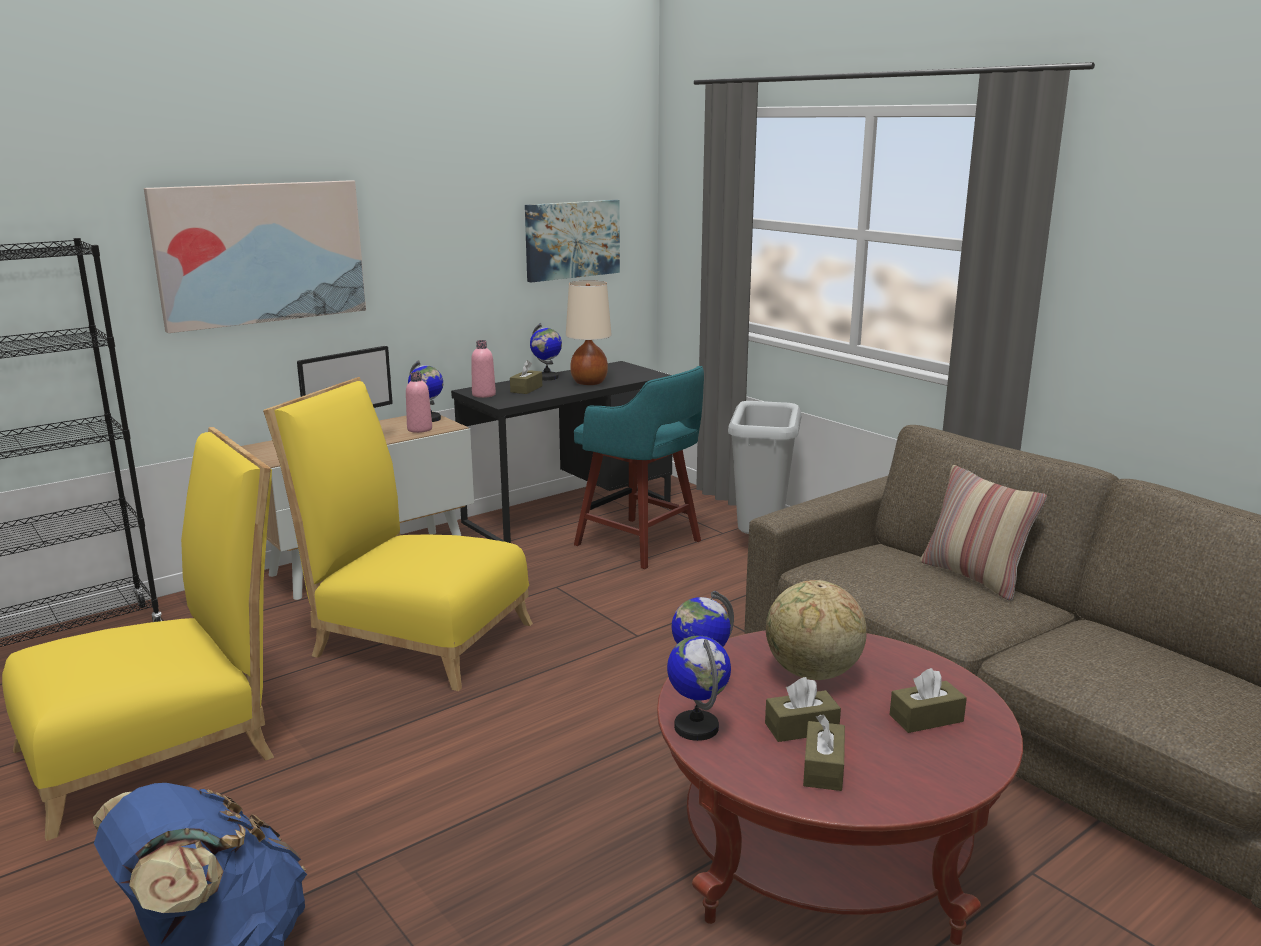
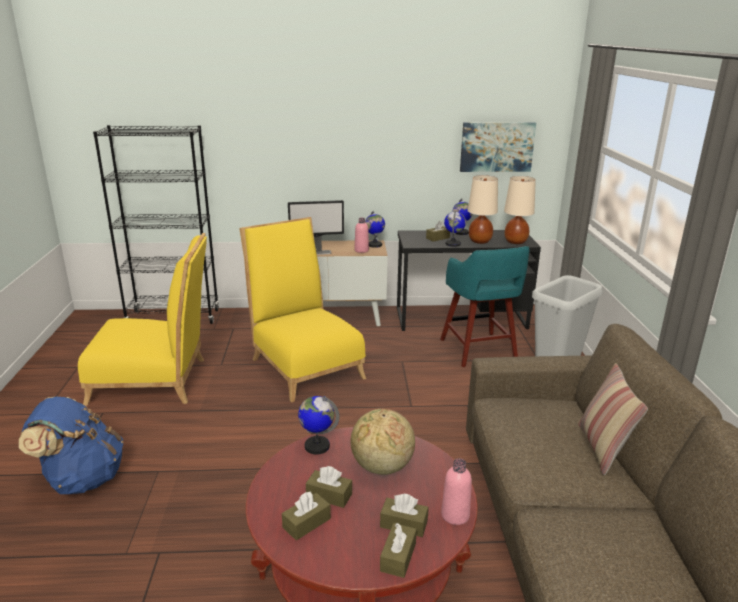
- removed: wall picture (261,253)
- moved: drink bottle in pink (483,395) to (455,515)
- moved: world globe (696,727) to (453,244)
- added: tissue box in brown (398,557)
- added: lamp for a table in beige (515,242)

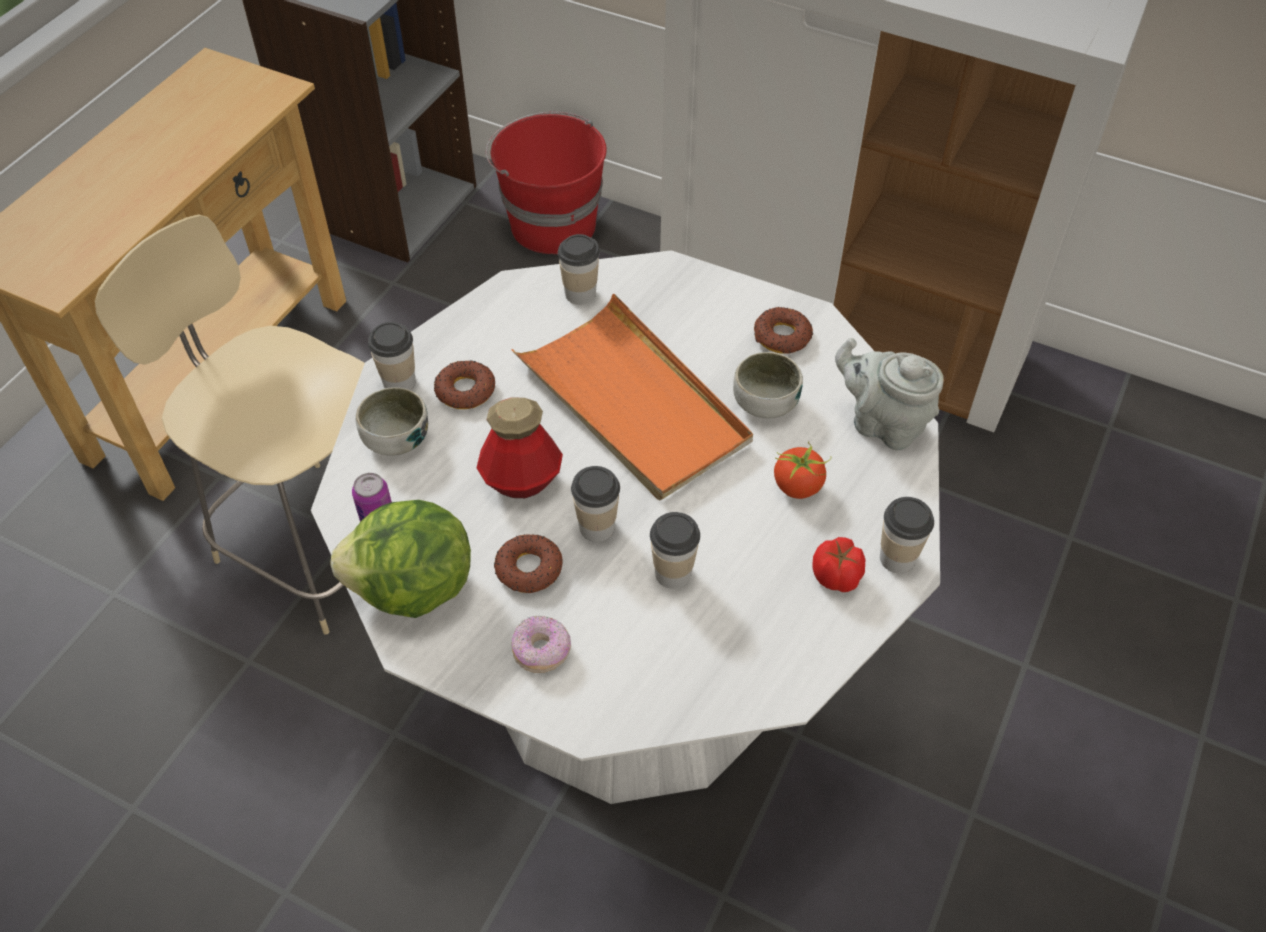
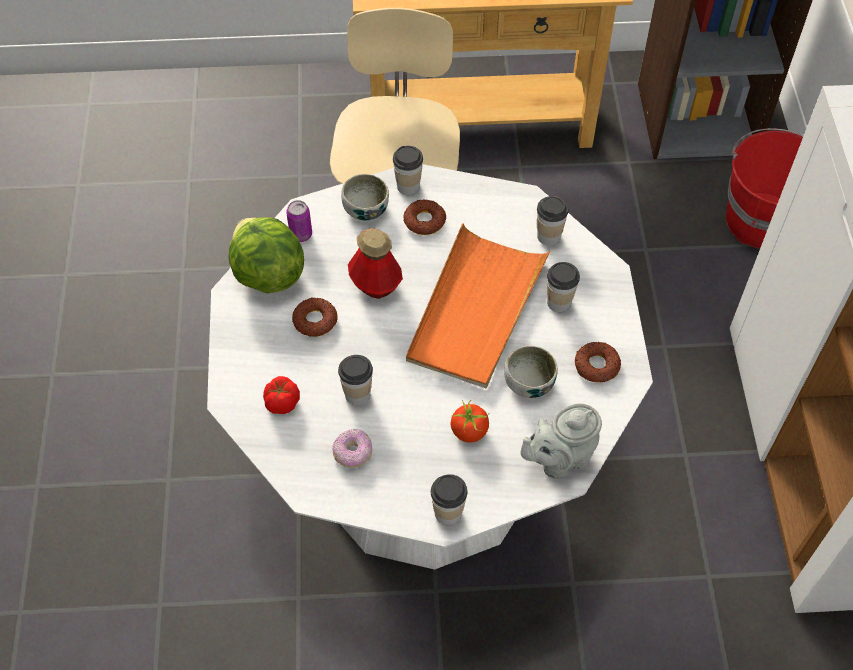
- moved: donut (541,651) to (353,453)
- moved: drinking cup (597,527) to (559,302)
- moved: whole tomato (837,577) to (281,403)
- turned: tea pot in greyish (882,424) = (559,459) 120 degrees counterclockwise

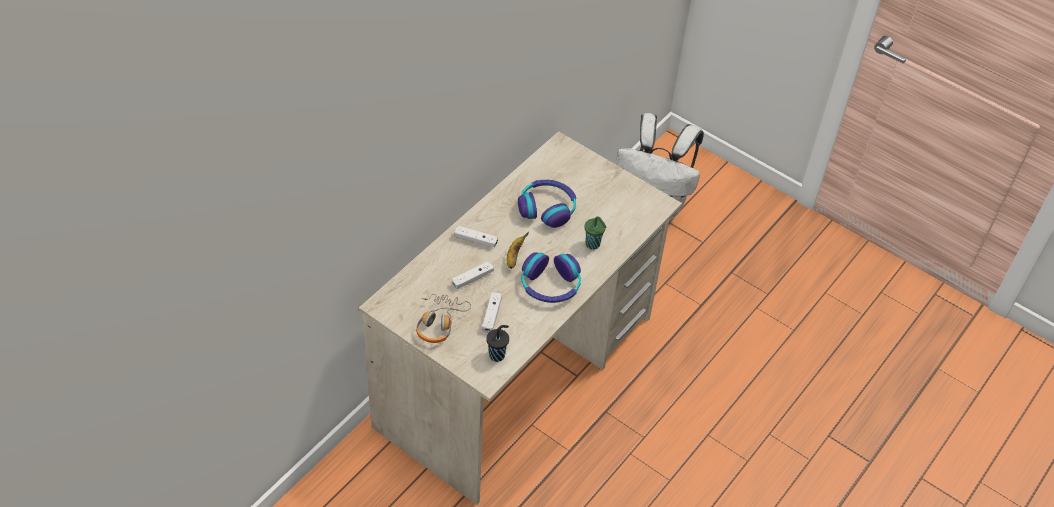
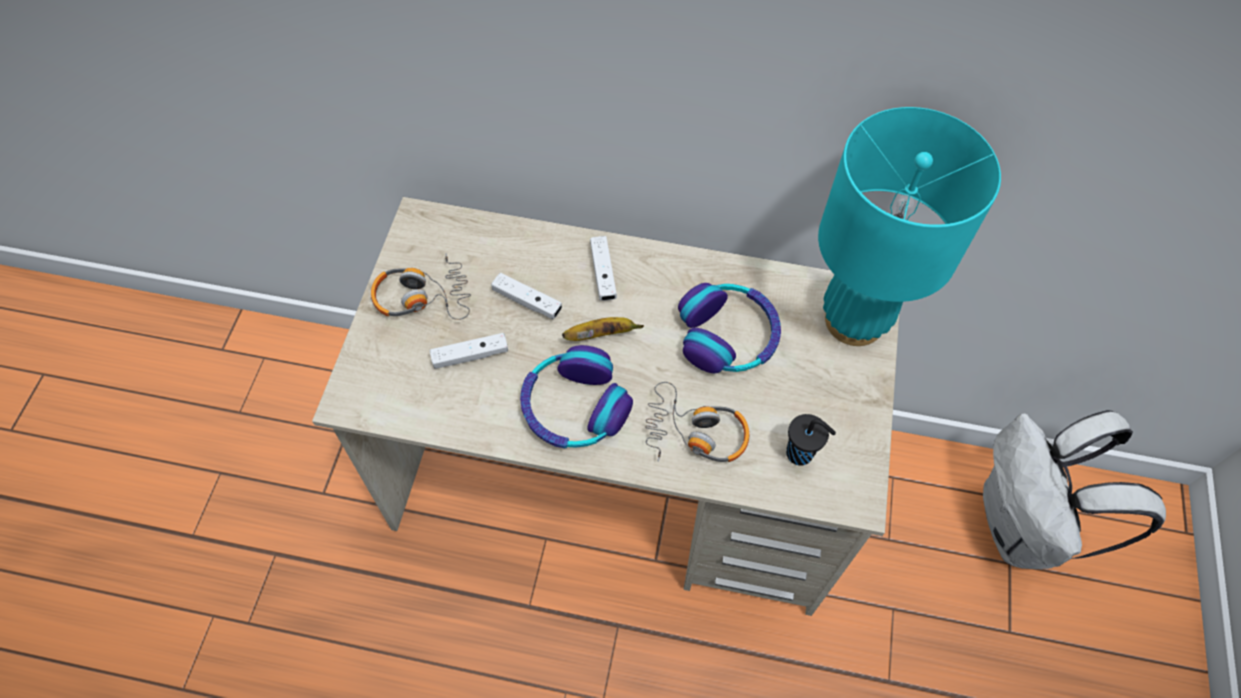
- moved: drinking cup in blackish (497,355) to (801,454)
- replaced: drinking cup in greenish (593,245) to headphones (695,433)
- added: lamp for a table in blue-green (853,321)

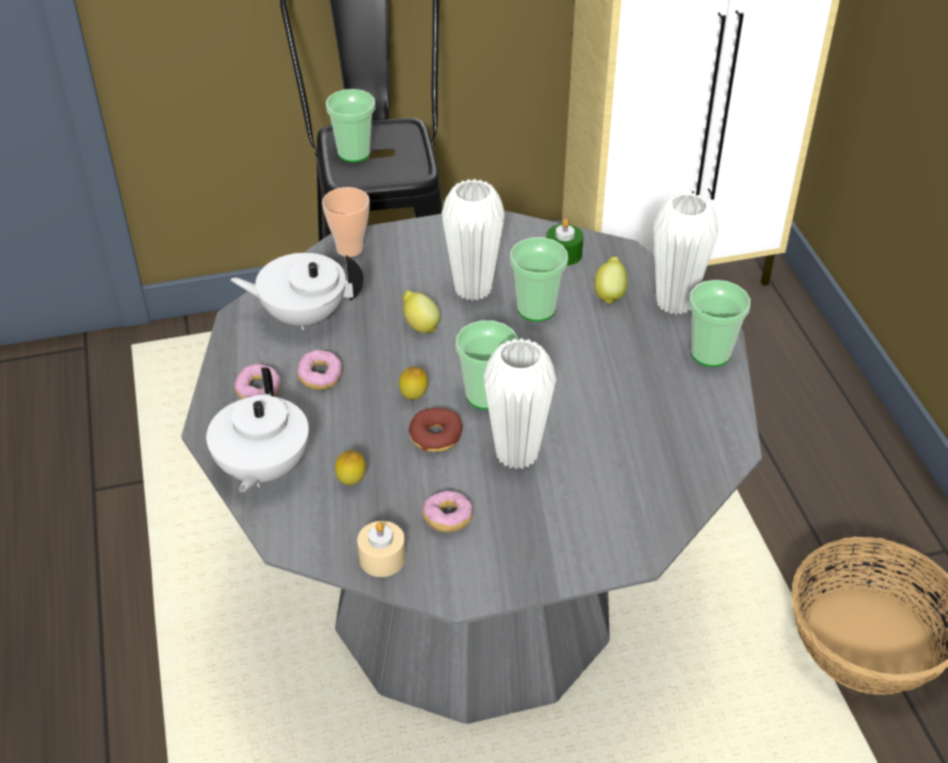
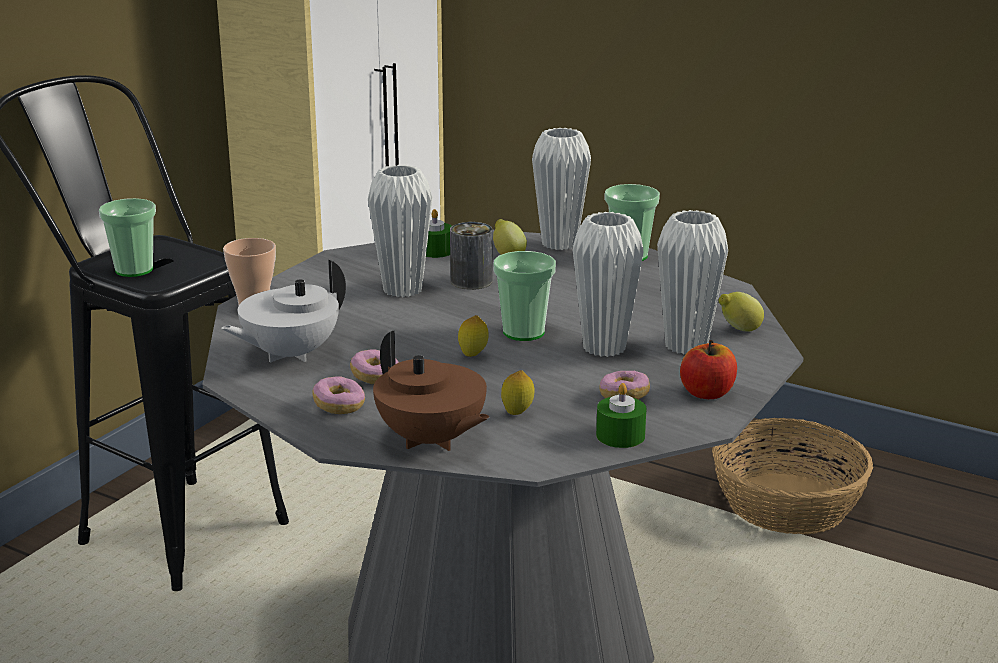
- recoloured: tea pot in white-coloured (262,468) to tea pot in brown (431,440)
- recoloured: wax light in beige (382,558) to wax light in greenish (620,435)
- moved: lemon (420,326) to (739,330)
- removed: donut (435,436)
- replaced: drinking cup (536,309) to sealed can (471,281)
- added: flower vase in white-coloured (686,346)
- added: apple fruit (707,393)

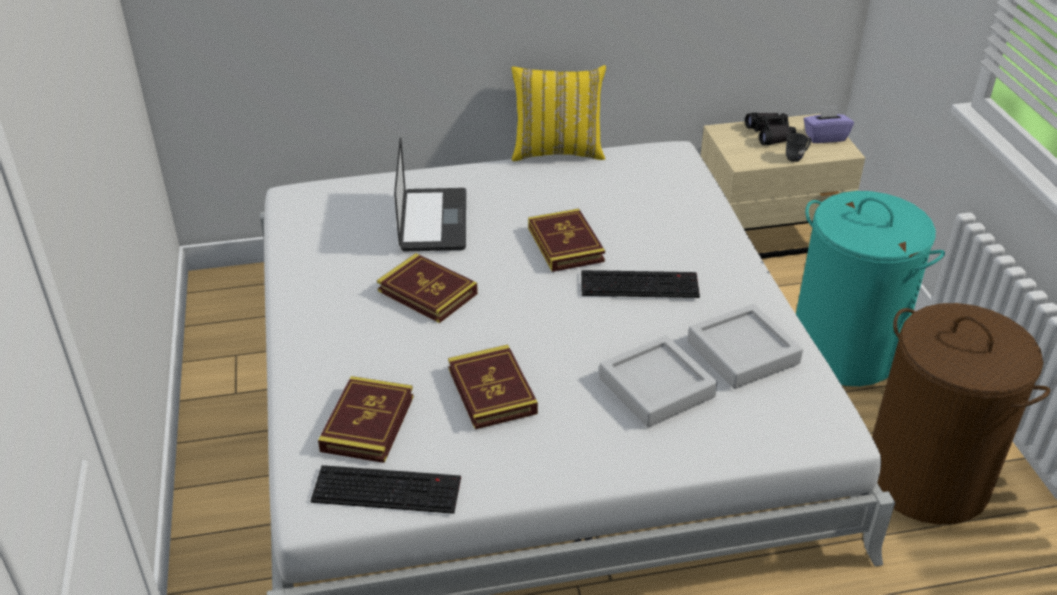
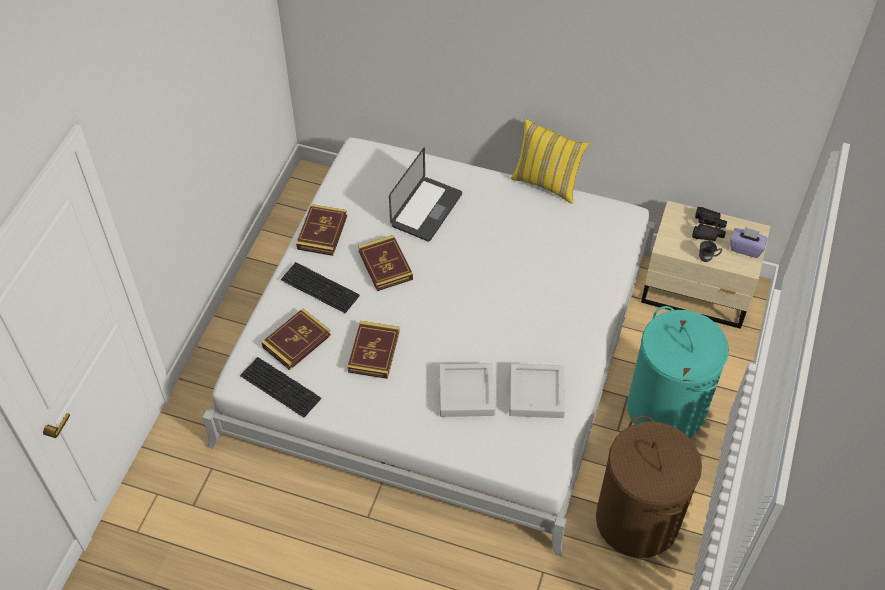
- moved: book (565,244) to (322,232)
- moved: keyboard (640,284) to (321,287)

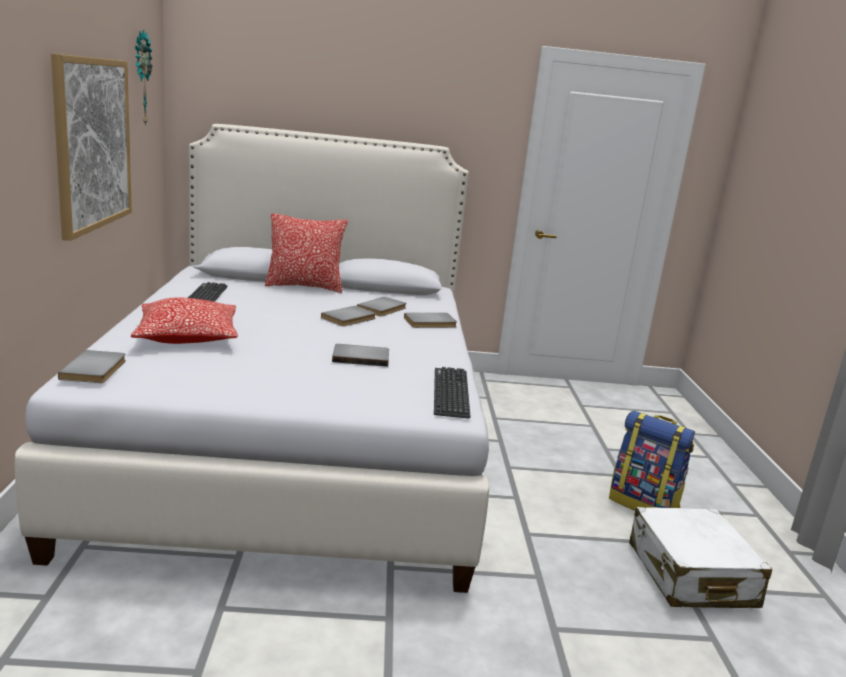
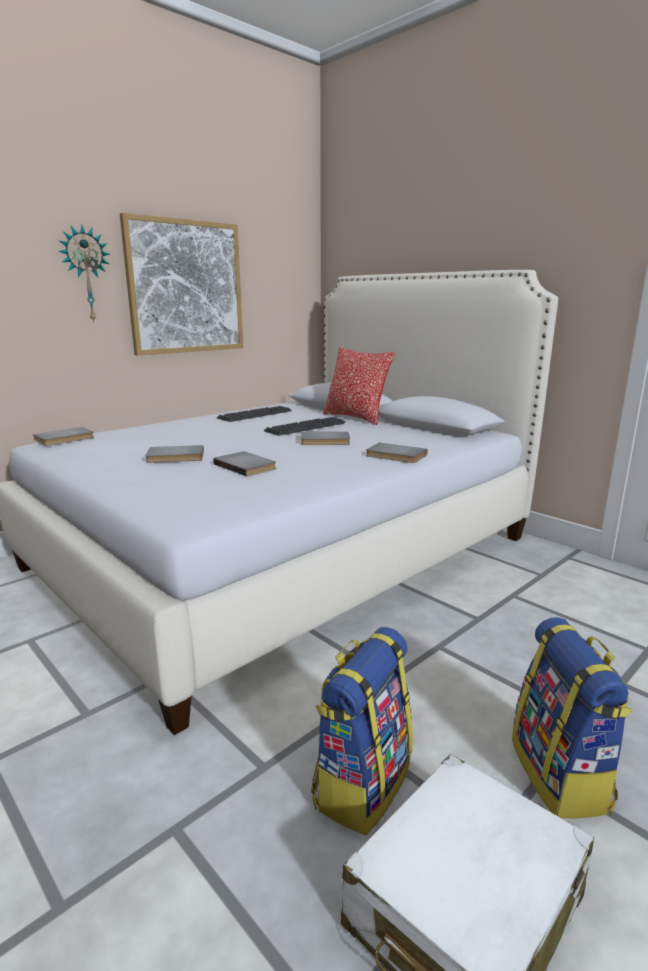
- removed: throw pillow (187,337)
- moved: wall clock (140,78) to (86,275)
- moved: book in greyish (383,309) to (175,457)
- moved: keyboard (451,393) to (305,427)
- added: rucksack (361,782)

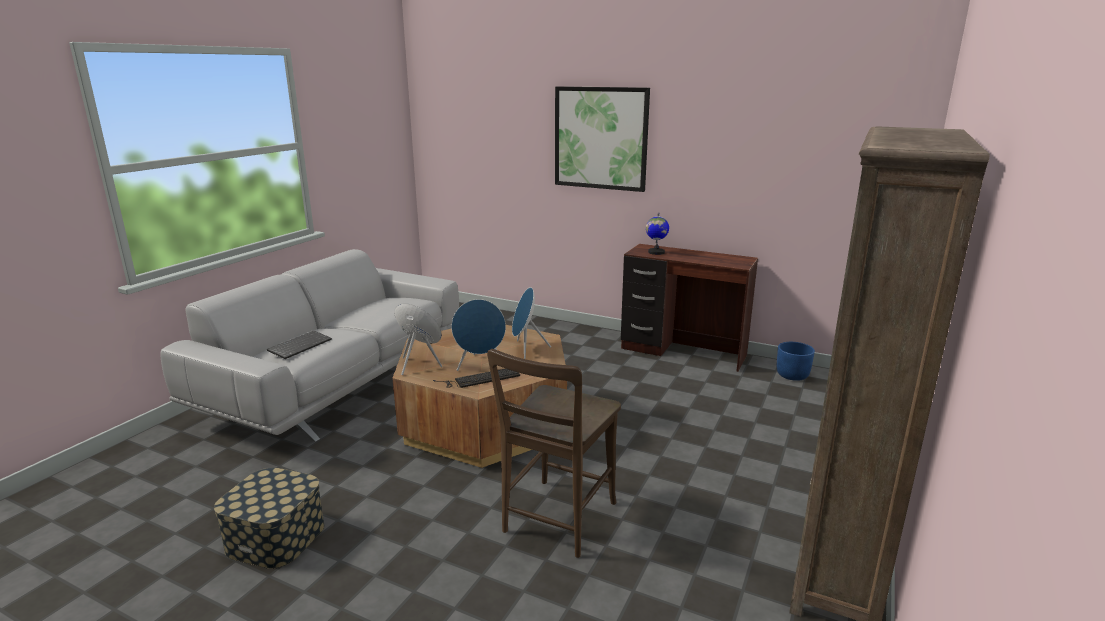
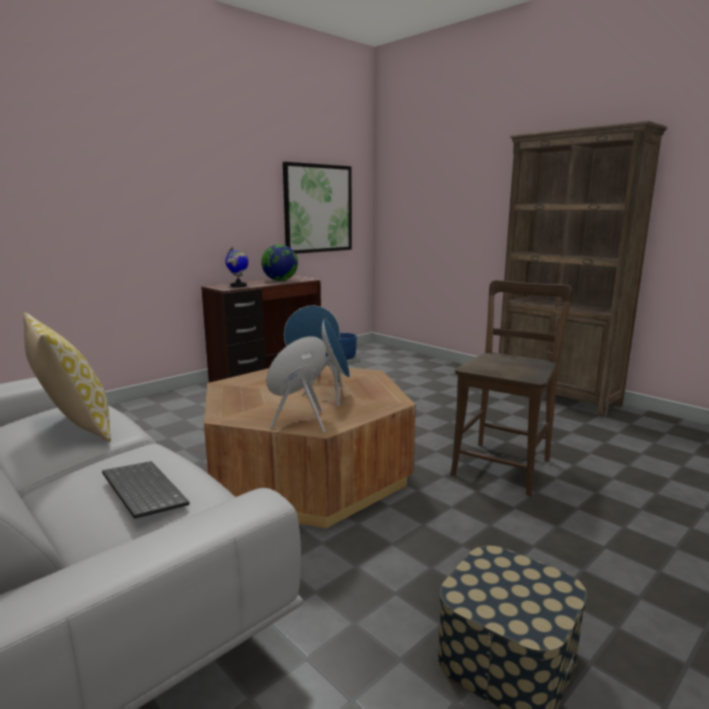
- removed: keyboard (479,379)
- turned: plain chair in brown (556,521) = (504,465) 105 degrees counterclockwise
- moved: wall picture (600,138) to (318,208)
- added: throw pillow (74,427)
- added: world globe (280,280)

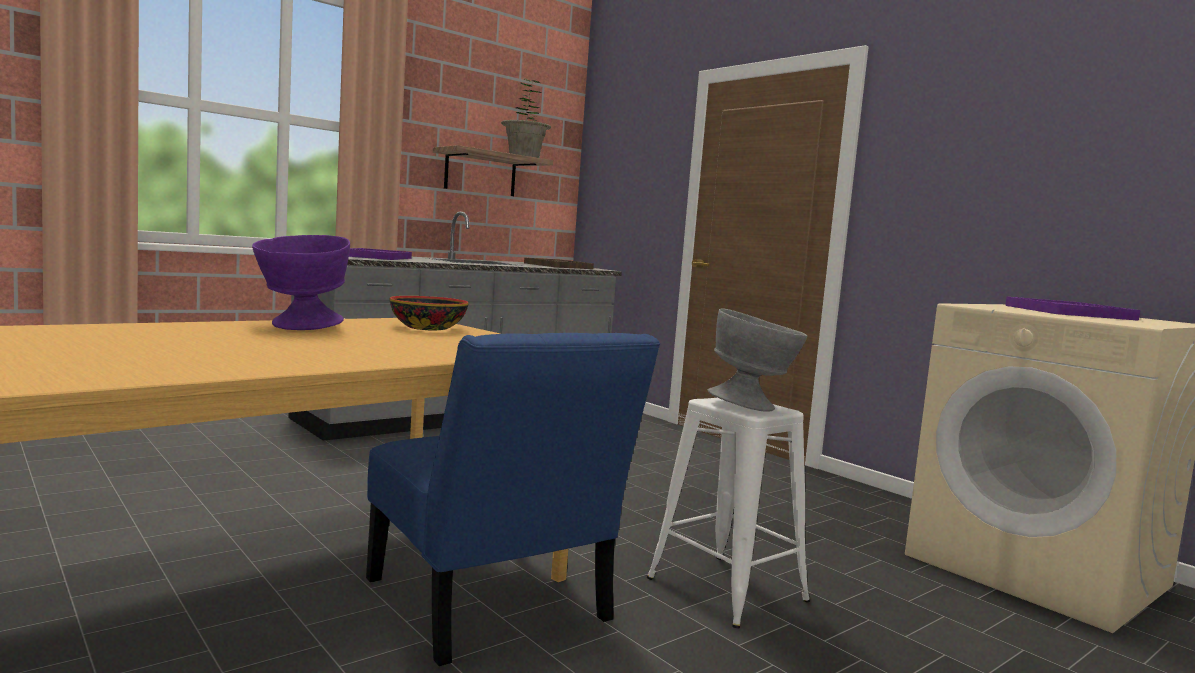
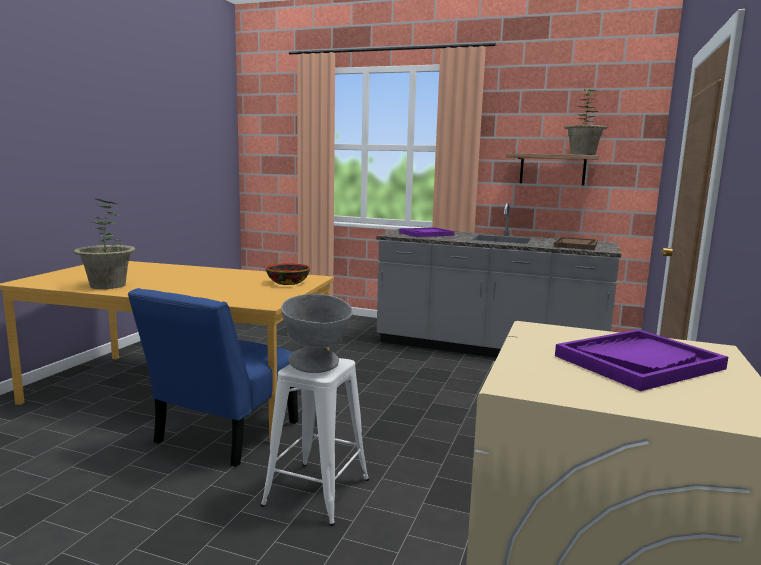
- removed: serving bowl in purplish (299,328)
- added: plant in a pot (108,285)

